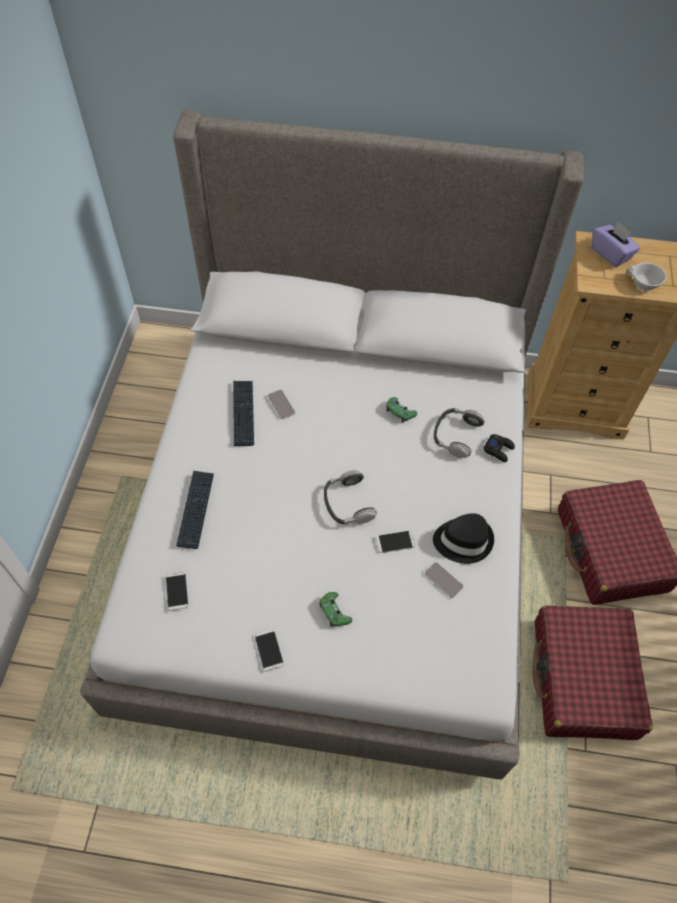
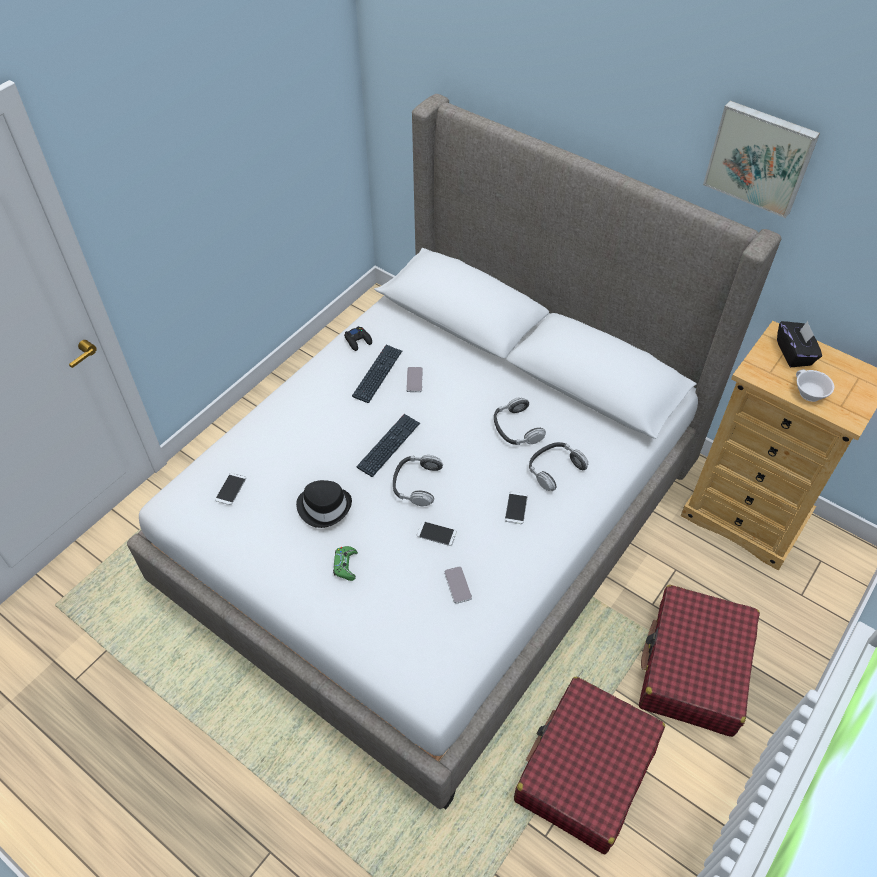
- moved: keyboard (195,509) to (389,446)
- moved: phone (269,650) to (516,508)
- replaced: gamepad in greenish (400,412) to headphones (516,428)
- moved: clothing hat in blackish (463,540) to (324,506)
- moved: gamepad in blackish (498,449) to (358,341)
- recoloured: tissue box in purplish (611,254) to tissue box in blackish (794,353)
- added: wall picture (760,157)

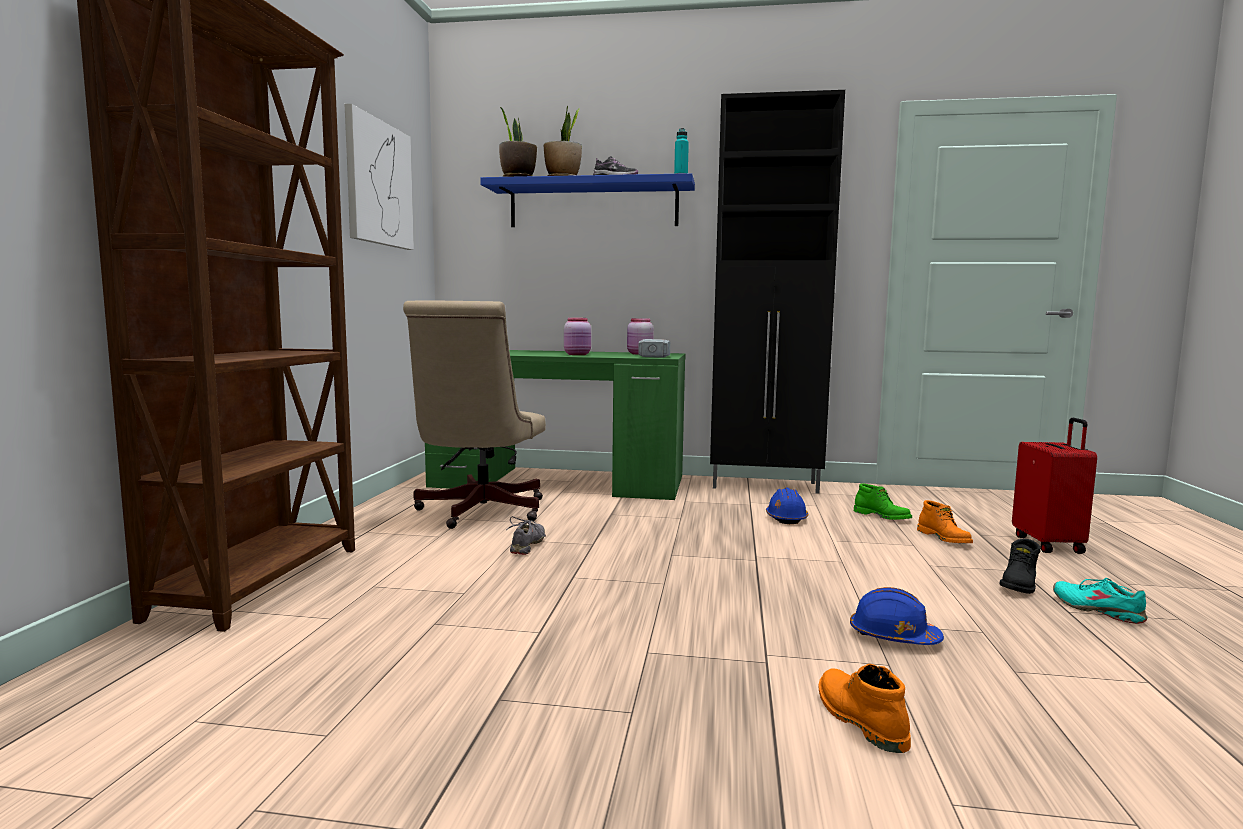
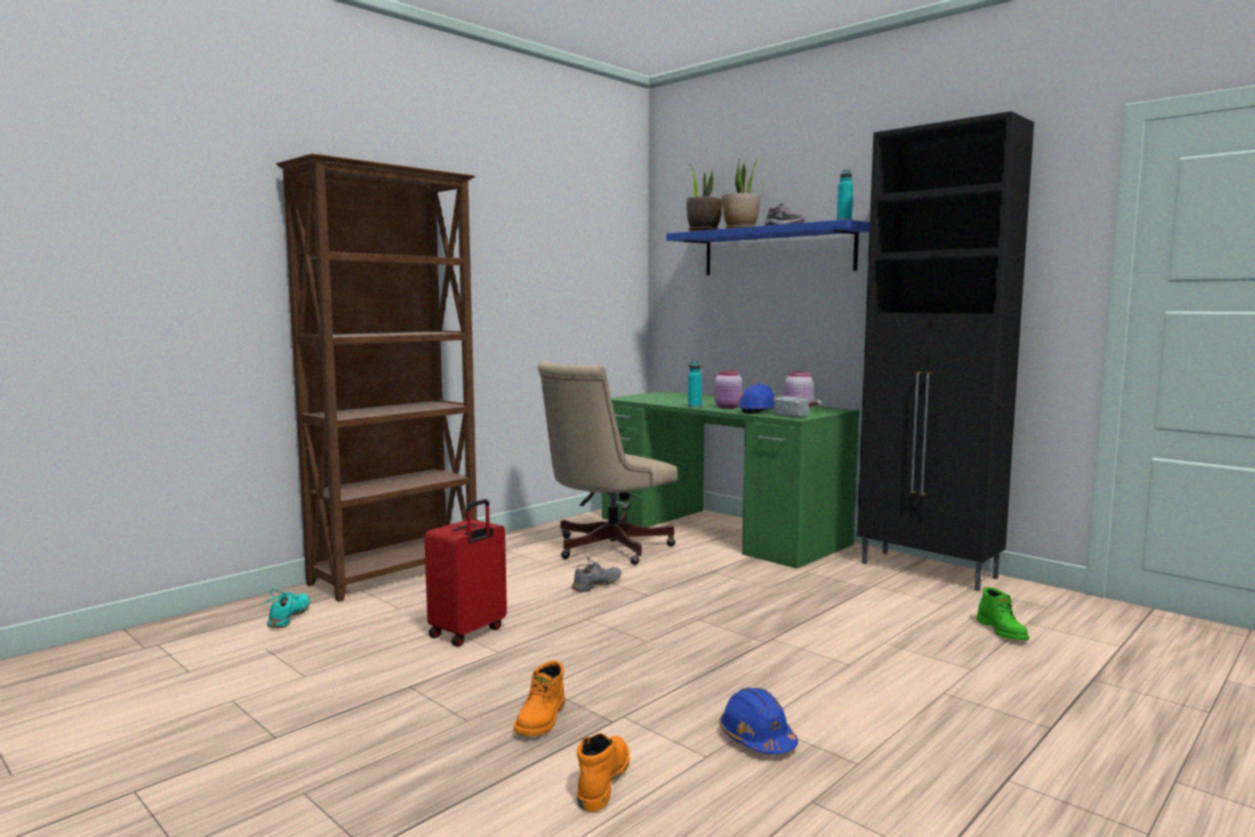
- removed: wall picture (378,183)
- moved: safety helmet in bluish (786,518) to (758,411)
- moved: high-top boot in orange (944,538) to (542,720)
- removed: high-top boot in blackish (1020,585)
- moved: piece of luggage in red-coloured (1049,544) to (468,632)
- moved: item of footwear in blue-green (1097,610) to (289,617)
- added: drink bottle in blue-green (694,406)

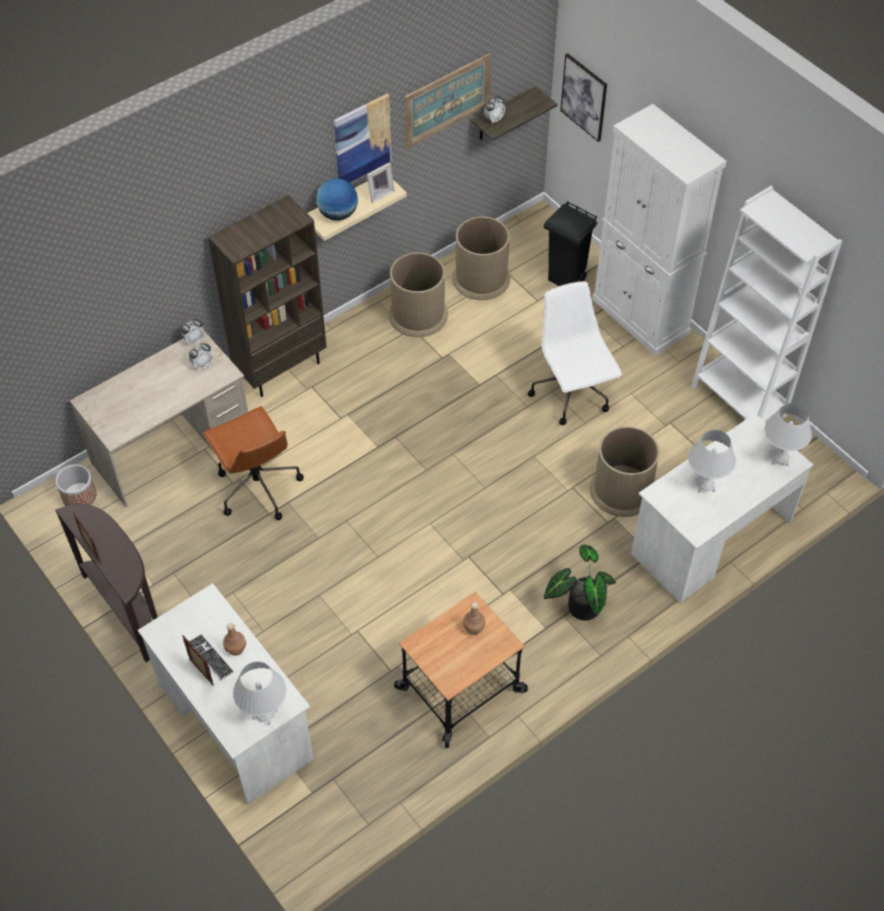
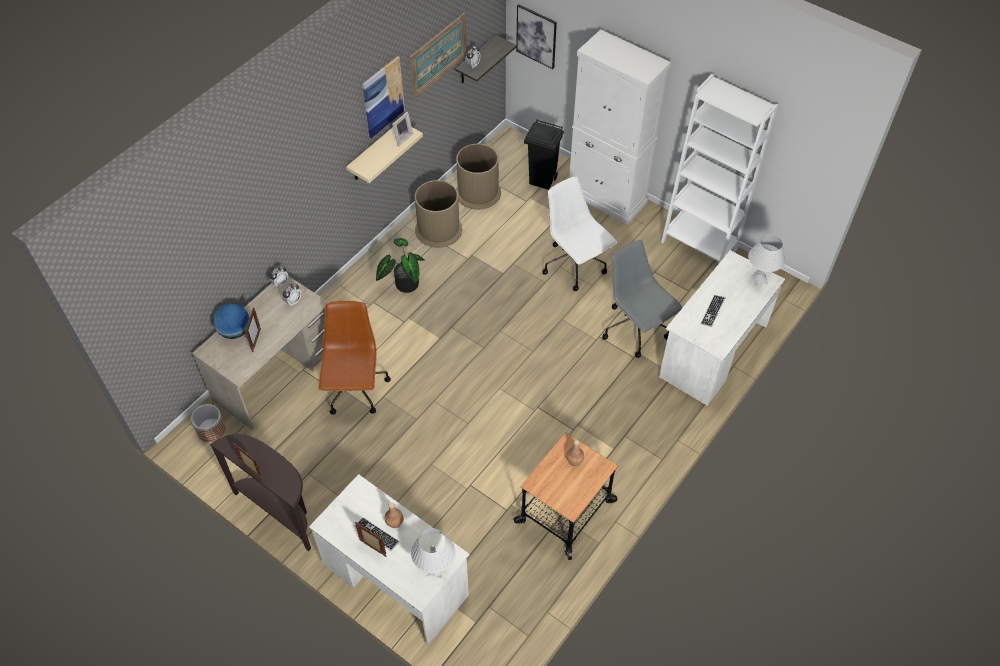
- turned: desk chair in brown (257,487) = (355,390) 135 degrees counterclockwise
- removed: bookshelf in brown (281,368)
- moved: world globe (338,214) to (235,331)
- moved: plant in a pot (580,605) to (404,283)
- replaced: trash can in brown (622,489) to desk chair in greyish (636,330)
- replaced: lamp for a table in white-coloured (705,485) to keyboard (712,311)
- added: standing frame (256,341)

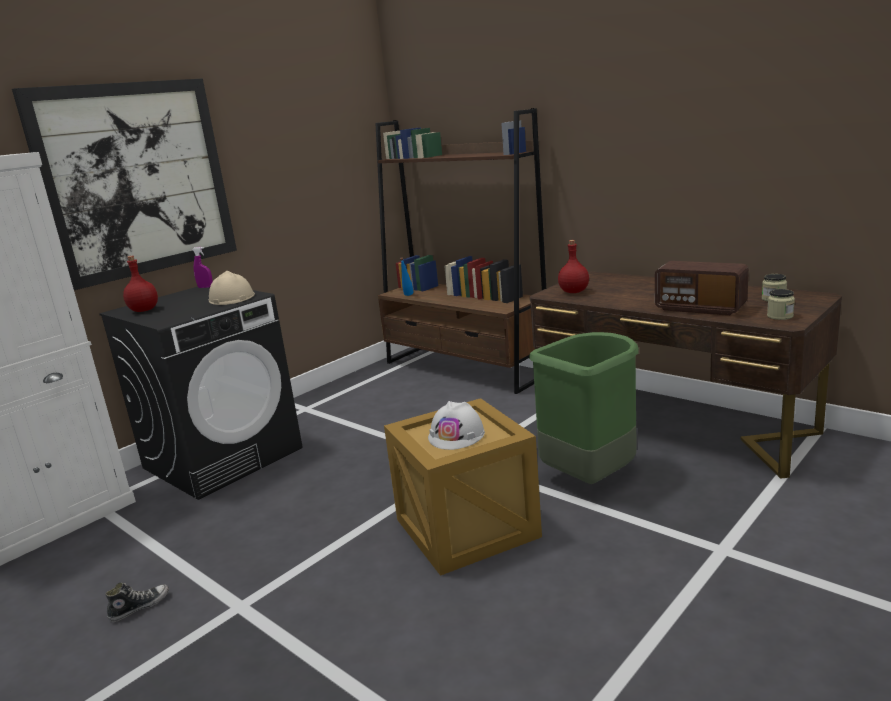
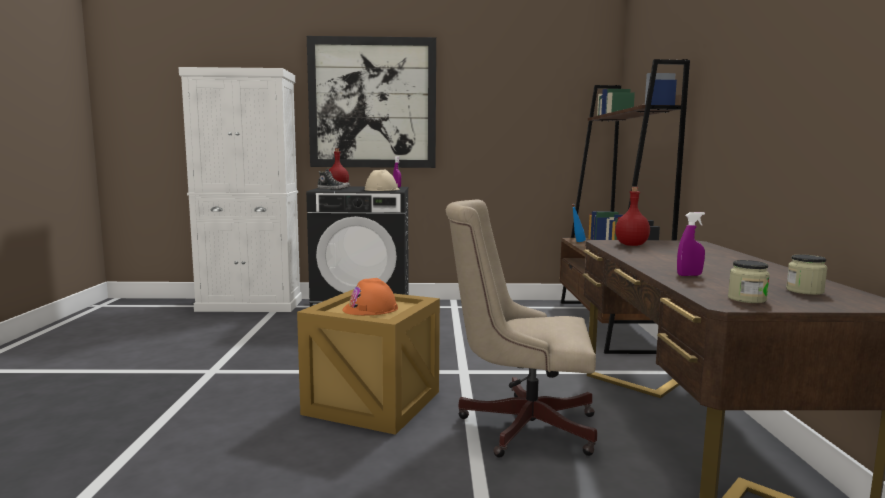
- moved: item of footwear (140,607) to (333,189)
- recoloured: safety helmet in white-coloured (456,435) to safety helmet in orange (370,309)
- replaced: trash can in greenish (590,477) to desk chair in beige (519,425)
- replaced: radio set (700,308) to sprayer in purplish (689,275)

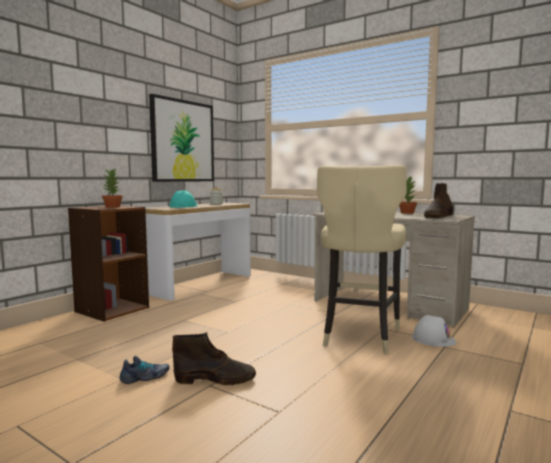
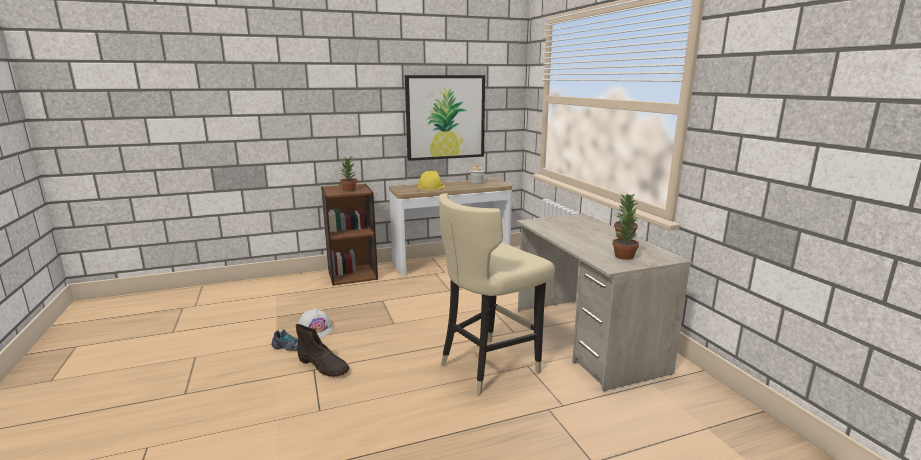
- recoloured: safety helmet in blue-green (183,206) to safety helmet in yellow (431,187)
- moved: safety helmet in white-coloured (433,339) to (315,329)
- replaced: high-top boot in brown (438,217) to plant in a pot (624,256)

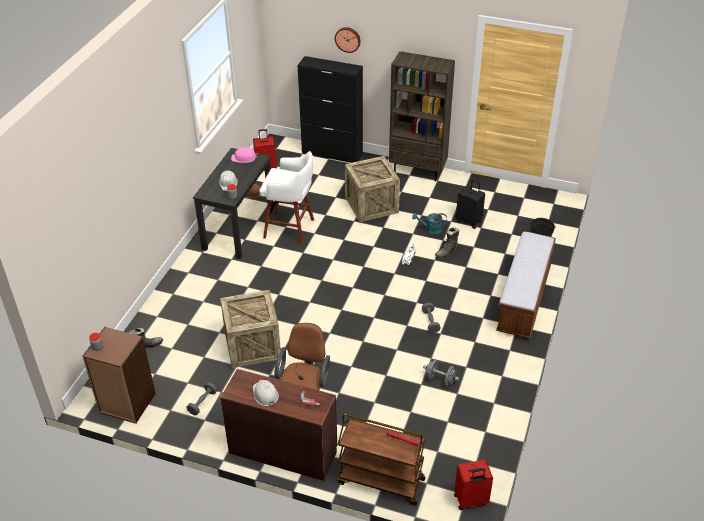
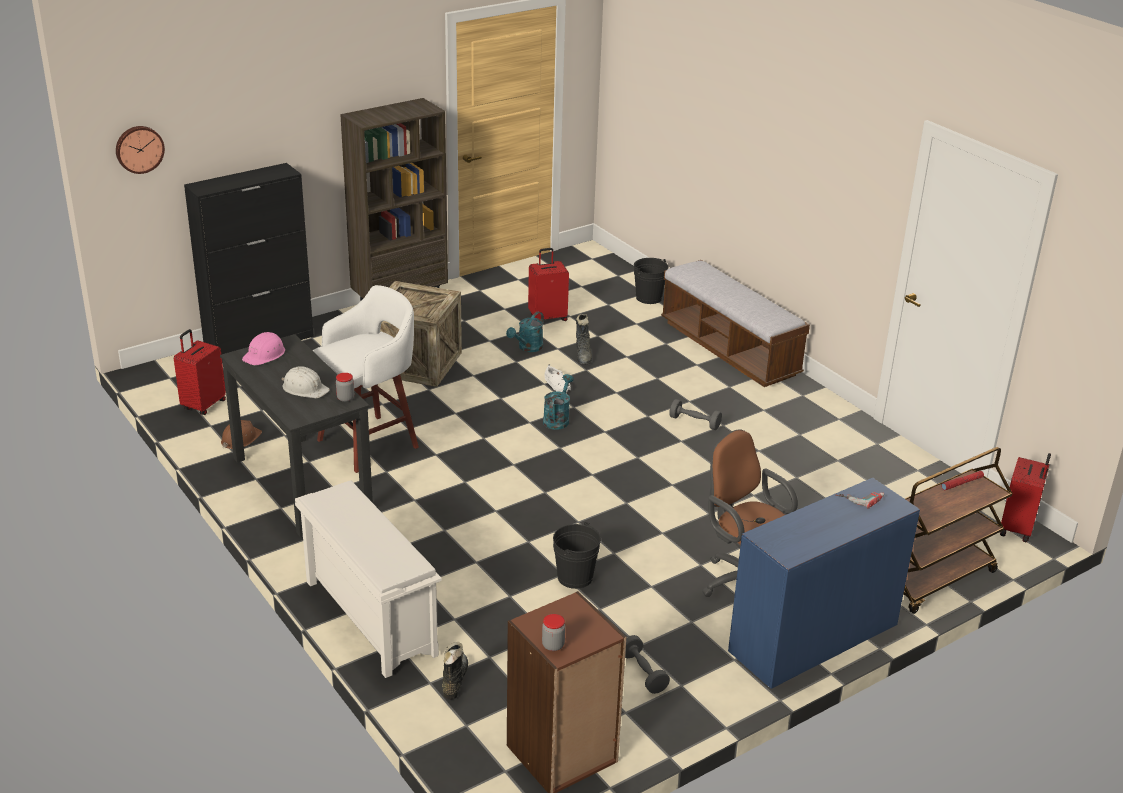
- replaced: packing crate (252,345) to bucket in blackish (575,577)
- recoloured: desk unit in brown (283,451) to desk unit in bluish (812,637)
- removed: safety helmet in white-coloured (265,394)
- moved: wall clock (348,39) to (139,149)
- removed: dumbbell in greyish (440,379)
- recoloured: piece of luggage in blackish (469,221) to piece of luggage in red-coloured (547,317)
- added: shoe shelf in white-coloured (368,617)
- added: watering pot in blue-green (557,419)

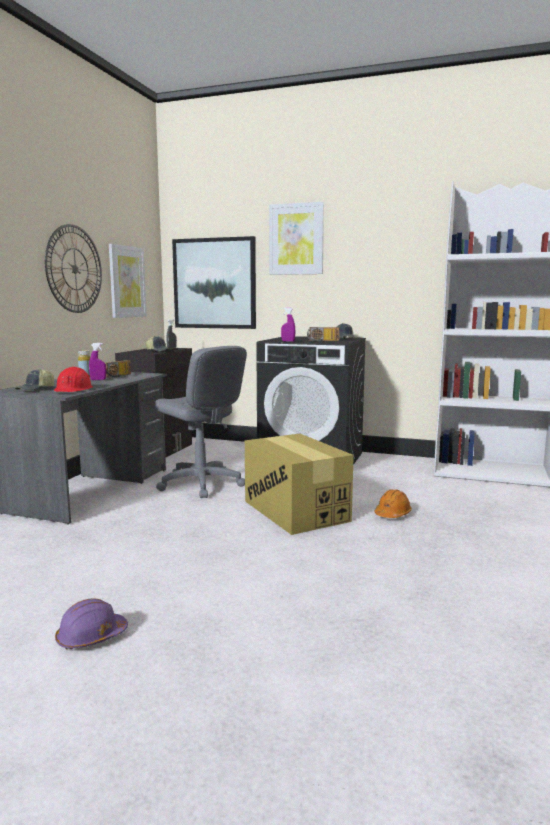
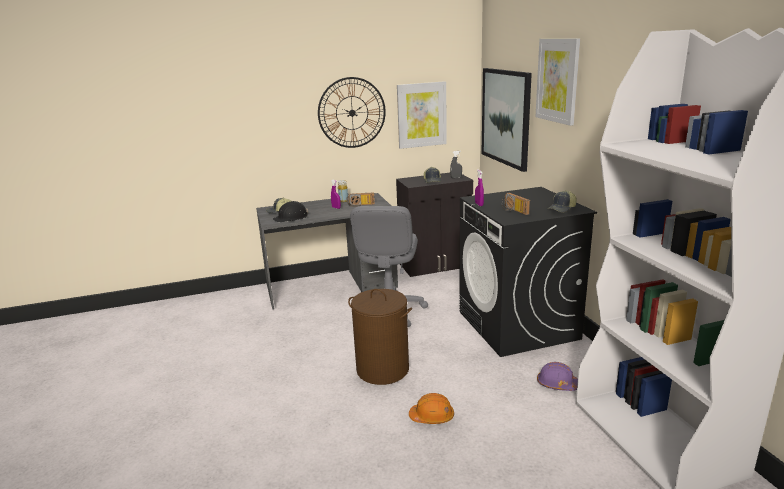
- recoloured: safety helmet in red-coloured (73,389) to safety helmet in blackish (291,217)
- moved: safety helmet in purplish (91,637) to (557,384)
- replaced: packing box (295,511) to hamper in brown (383,369)

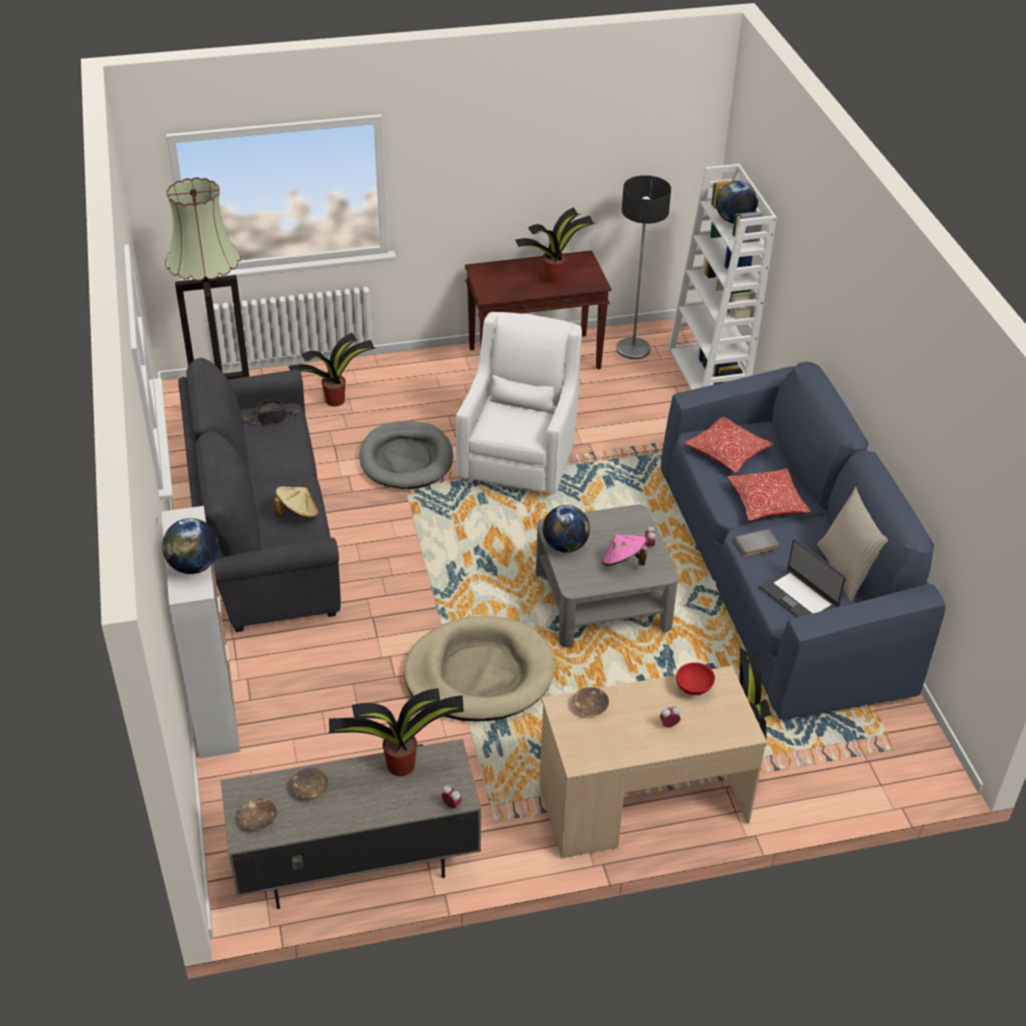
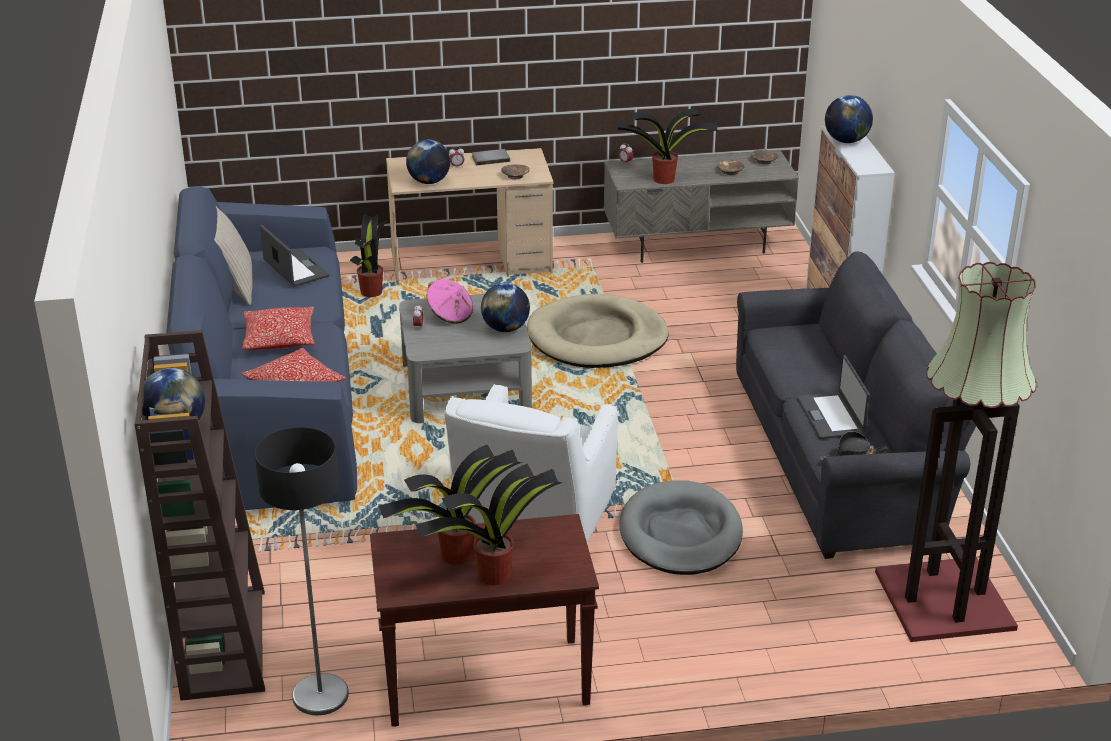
- removed: clothing hat in beige (298,513)
- moved: plant in a pot (336,400) to (492,575)
- recoloured: bookshelf in white-coloured (708,375) to bookshelf in brown (222,642)
- replaced: serving bowl in red-coloured (694,688) to world globe (429,182)
- moved: book in greyish (757,545) to (490,158)
- added: laptop (831,416)

